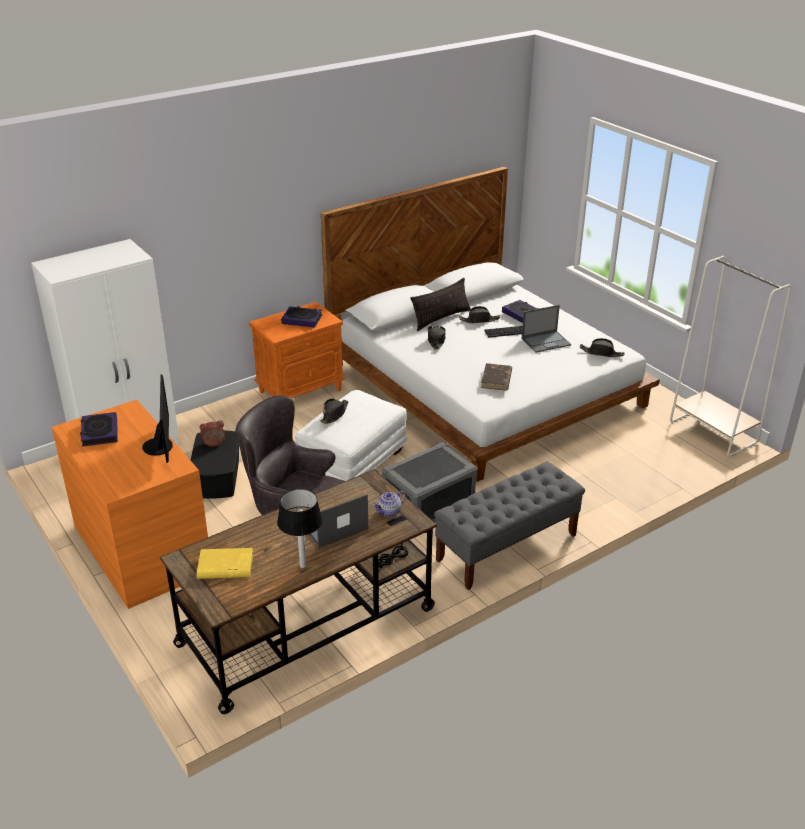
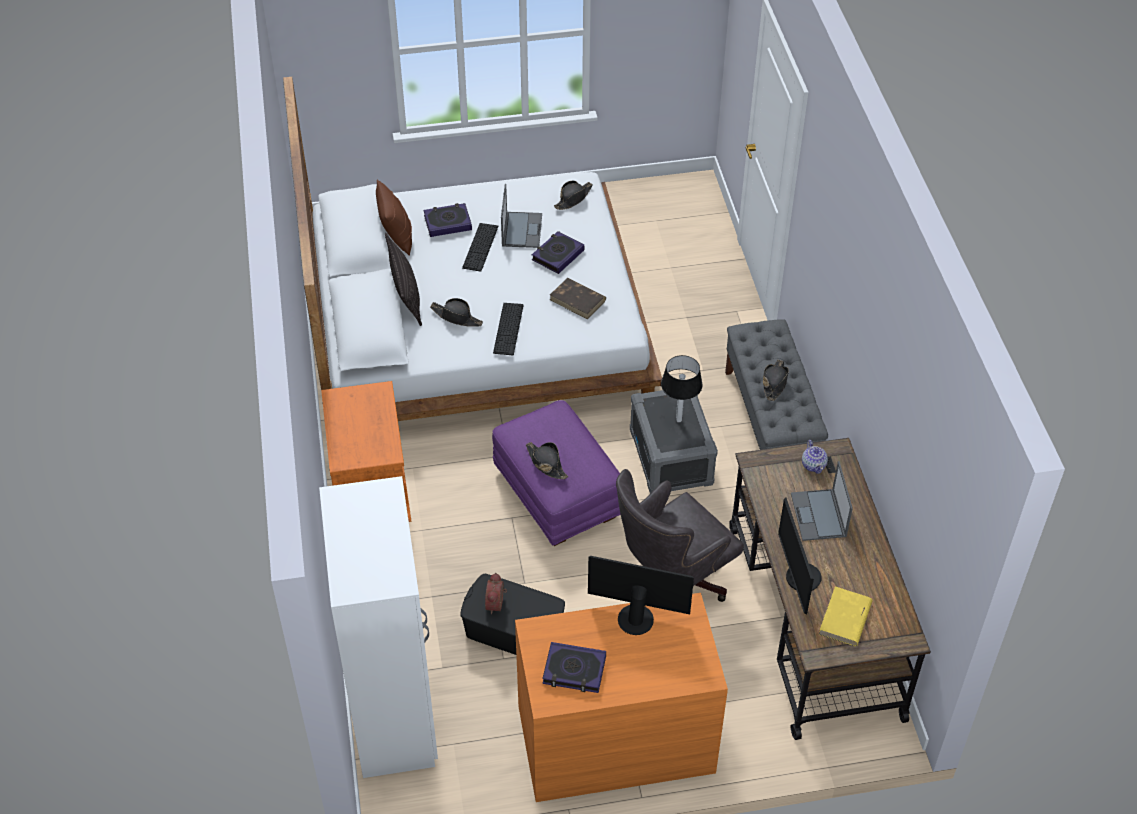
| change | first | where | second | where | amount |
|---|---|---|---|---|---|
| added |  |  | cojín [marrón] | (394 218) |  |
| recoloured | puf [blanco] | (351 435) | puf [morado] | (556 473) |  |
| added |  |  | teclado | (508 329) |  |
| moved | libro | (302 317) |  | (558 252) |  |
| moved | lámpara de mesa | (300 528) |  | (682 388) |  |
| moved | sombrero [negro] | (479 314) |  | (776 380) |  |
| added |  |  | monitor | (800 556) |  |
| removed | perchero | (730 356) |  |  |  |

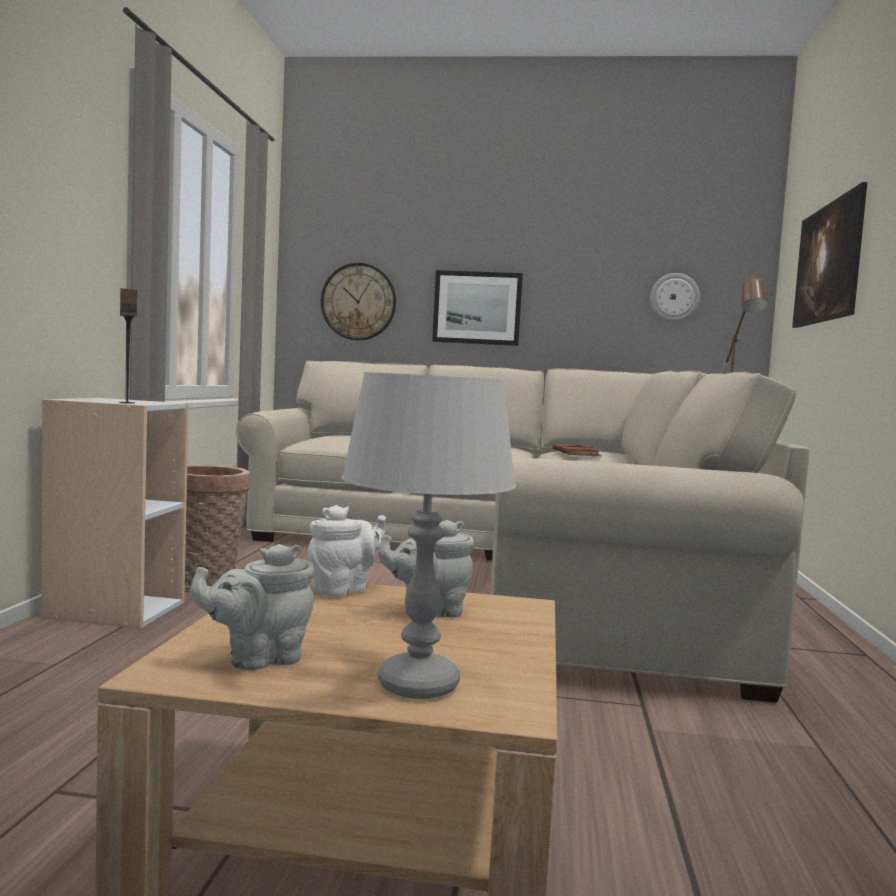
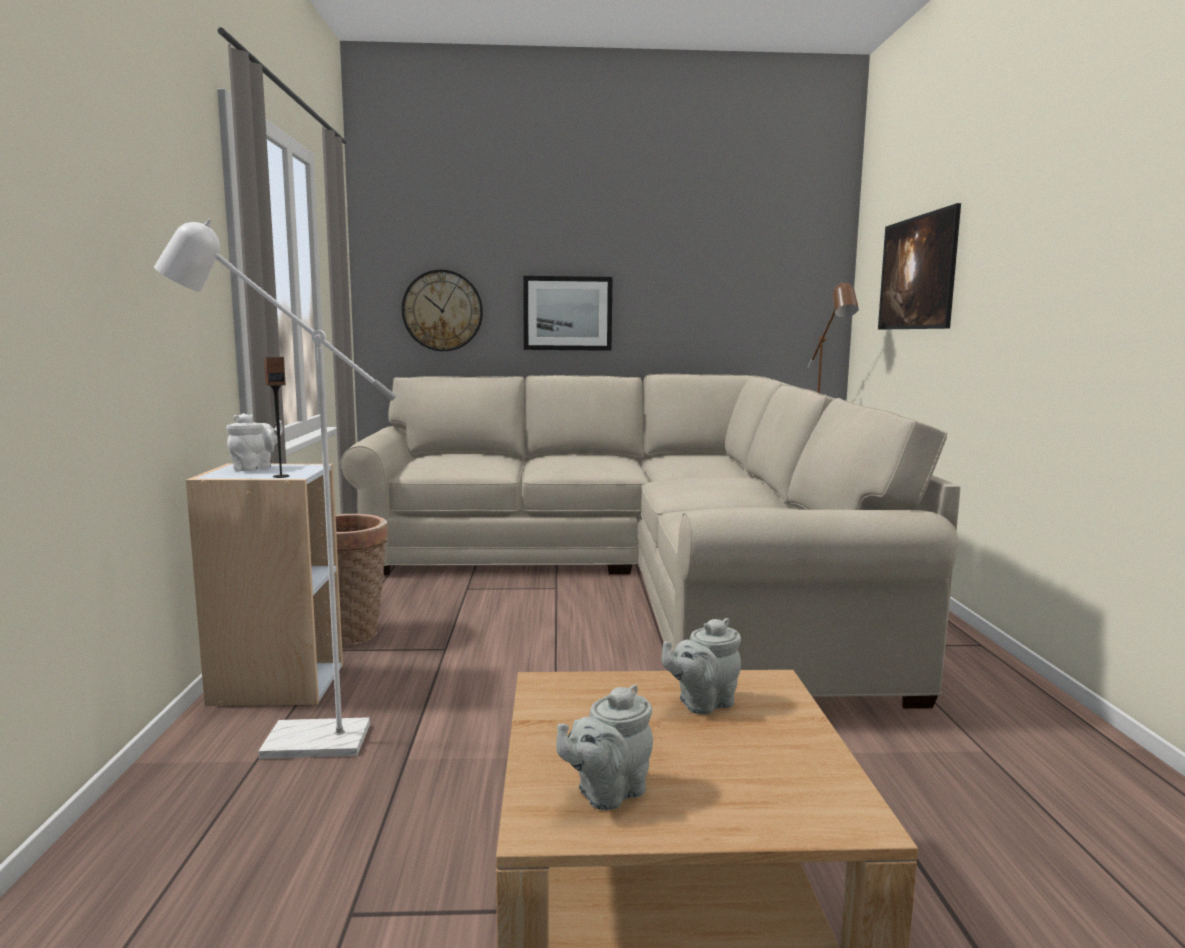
| change | first | where | second | where | amount |
|---|---|---|---|---|---|
| added |  |  | lámpara de pie [blanco] | (275 488) |  |
| moved | tetera [blanco] | (347 551) |  | (254 442) |  |
| removed | lámpara de mesa [gris] | (429 535) |  |  |  |
| removed | libro [marrón] | (577 450) |  |  |  |
| removed | reloj de pared | (675 297) |  |  |  |

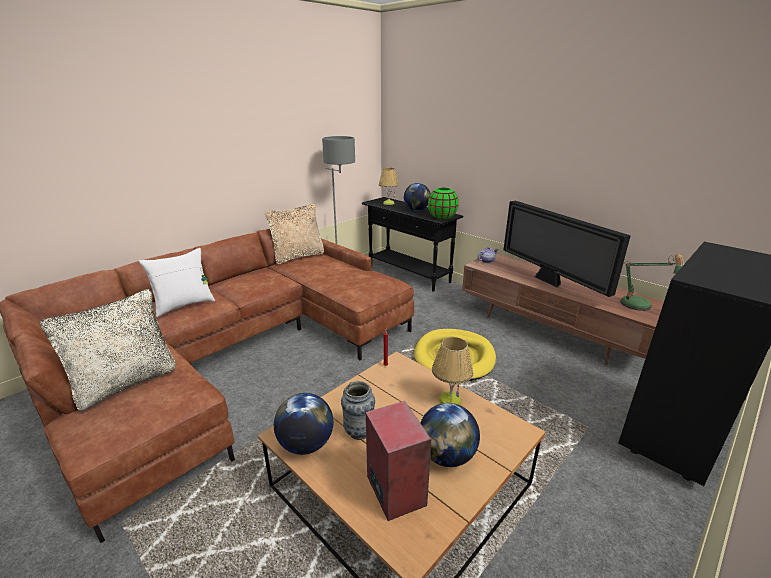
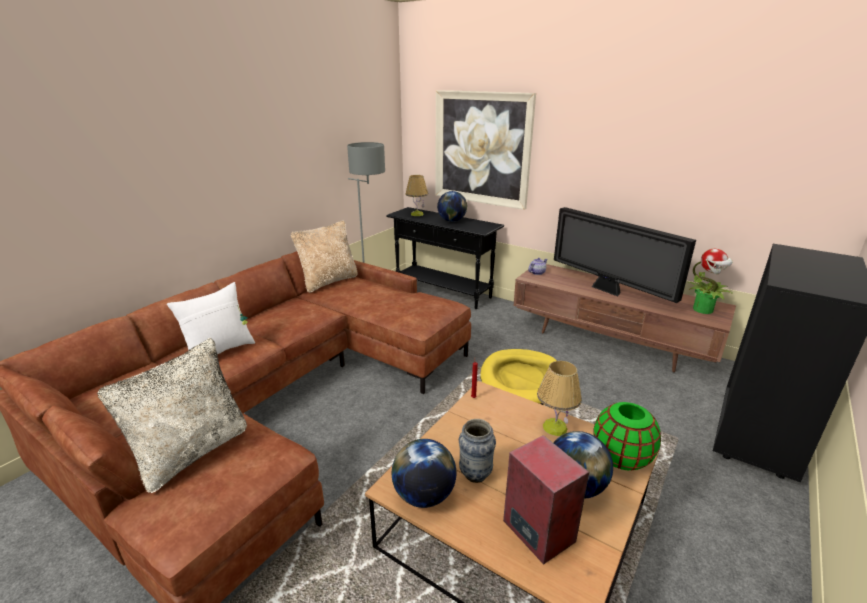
| change | first | where | second | where | amount |
|---|---|---|---|---|---|
| added |  |  | cuadro | (486 150) |  |
| moved | florero [verde] | (443 203) |  | (627 436) |  |
| replaced | lámpara de mesa | (652 282) | planta en maceta | (710 281) |  |

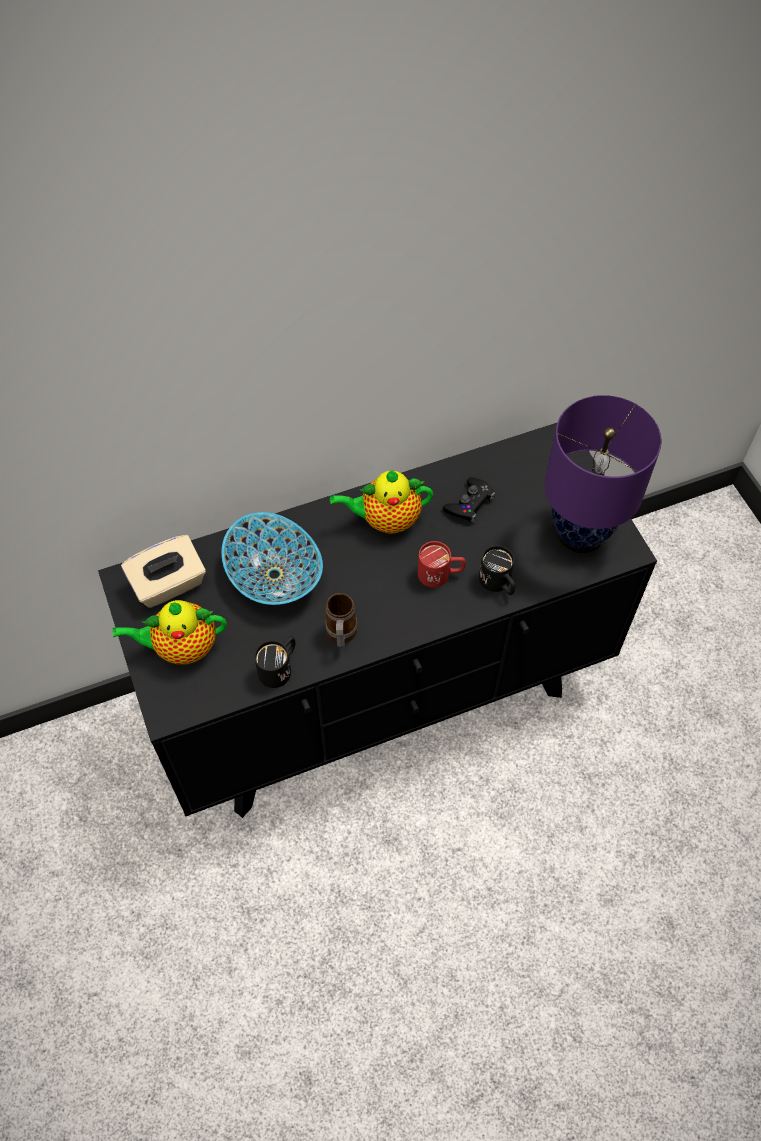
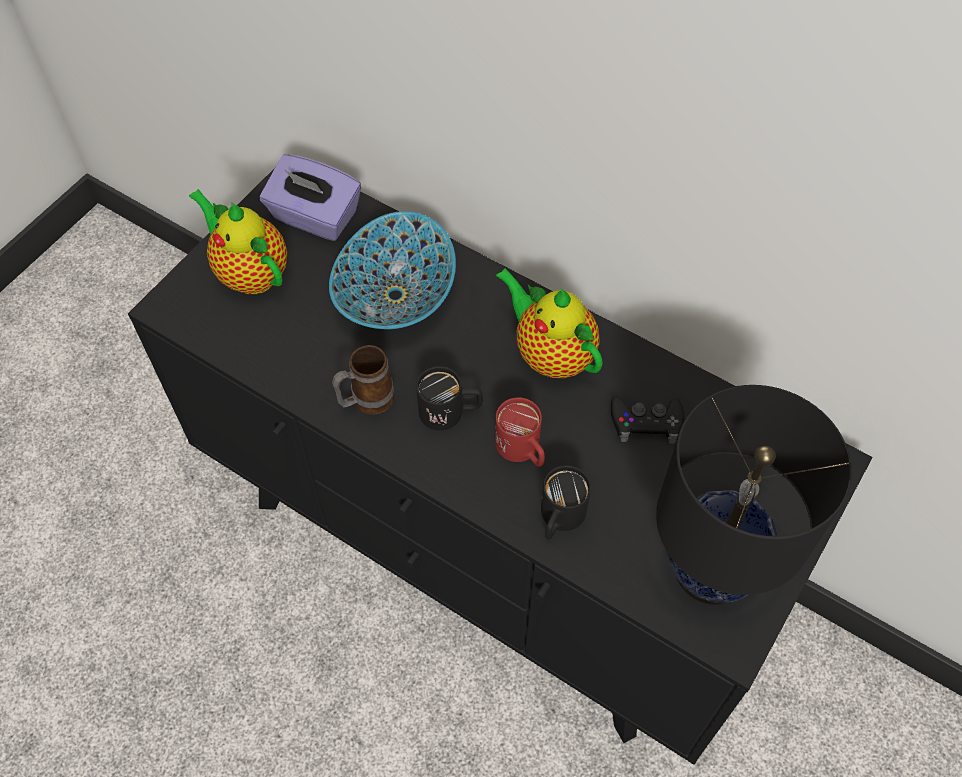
| change | first | where | second | where | amount |
|---|---|---|---|---|---|
| recoloured | caja de pañuelos [beis] | (163 571) | caja de pañuelos [morado] | (310 197) |  |
| moved | taza grande [negro] | (274 662) |  | (449 398) |  |
| recoloured | lámpara de mesa [morado] | (603 474) | lámpara de mesa [negro] | (754 495) |  |

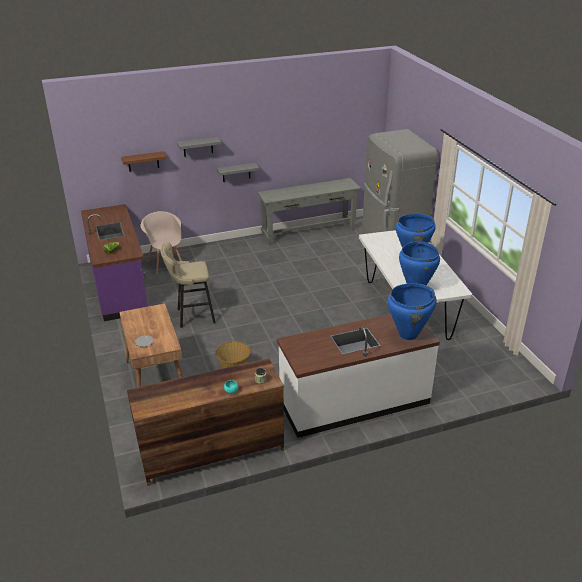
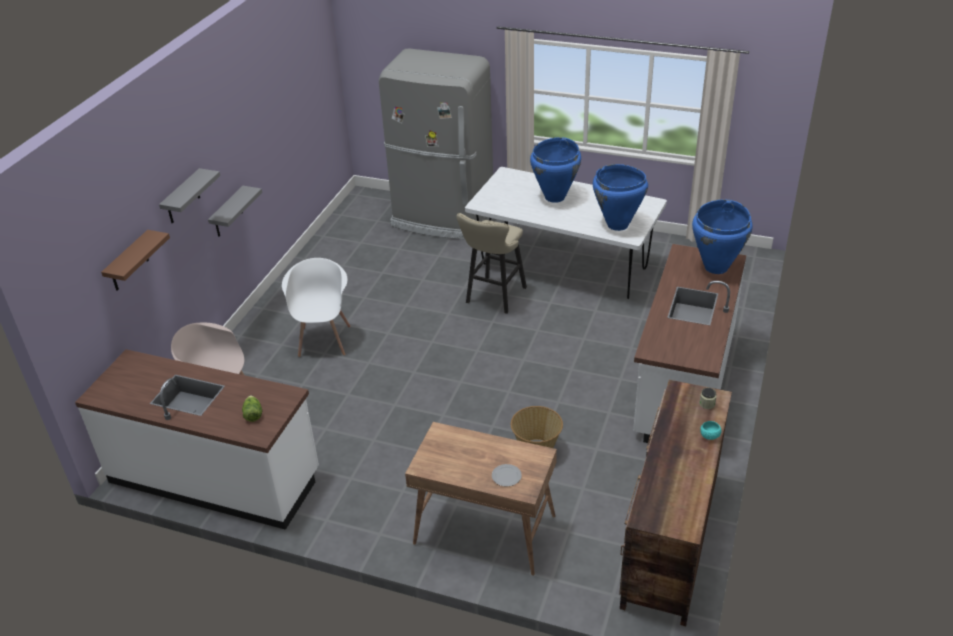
| change | first | where | second | where | amount |
|---|---|---|---|---|---|
| recoloured | mueble bajo de cocina [morado] | (114 262) | mueble bajo de cocina [blanco] | (197 439) |  |
| added |  |  | silla [blanco] | (316 307) |  |
| moved | taburete [beis] | (188 285) |  | (491 263) |  |
| removed | mesa consola [gris] | (309 211) |  |  |  |

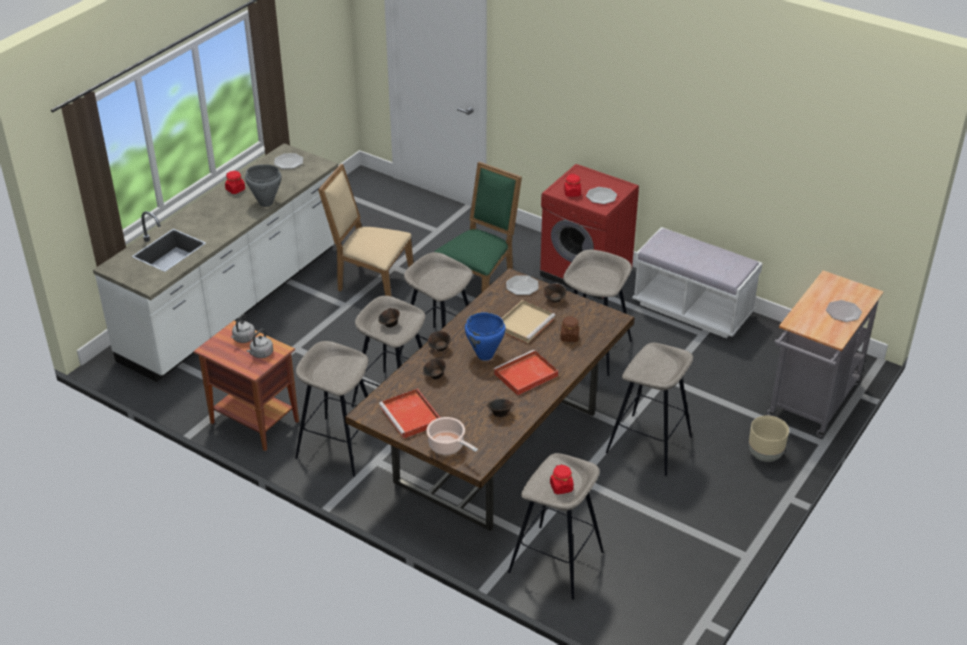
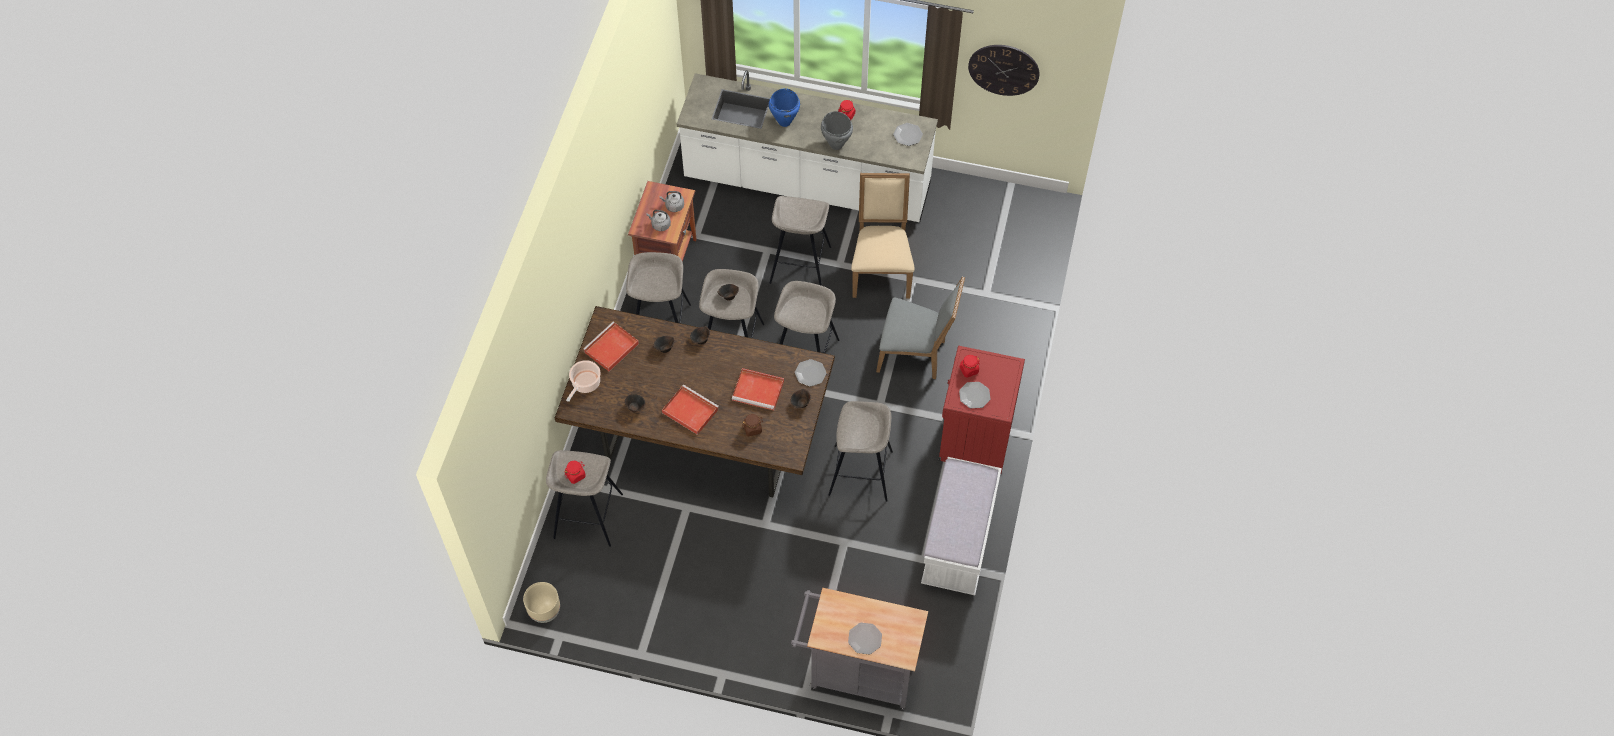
| change | first | where | second | where | amount |
|---|---|---|---|---|---|
| moved | maceta [beis] | (769 439) |  | (541 602) |  |
| recoloured | bandeja [beis] | (528 321) | bandeja [rojo] | (758 389) |  |
| moved | olla [azul] | (485 336) |  | (784 107) |  |
| moved | taburete [gris] | (649 409) |  | (800 241) |  |
| recoloured | silla [verde] | (478 227) | silla [gris] | (920 327) |  |
| added |  |  | reloj de pared | (1004 70) |  |

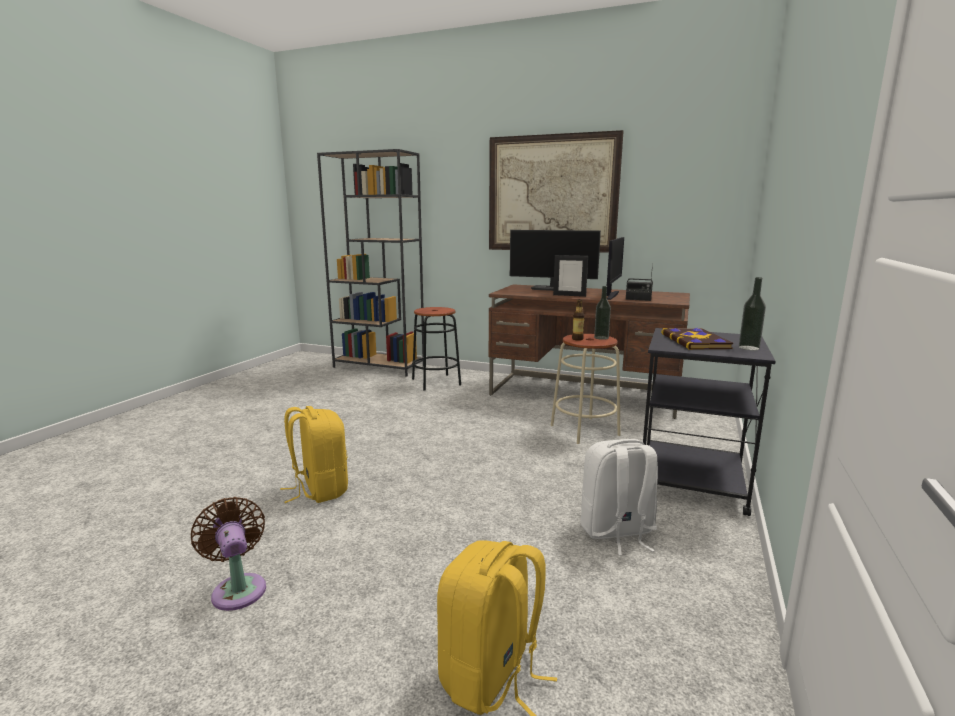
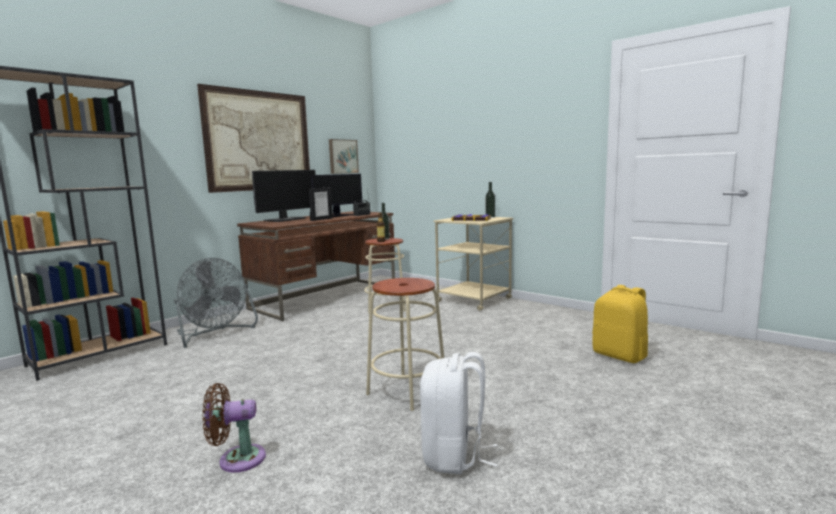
| change | first | where | second | where | amount |
|---|---|---|---|---|---|
| replaced | taburete [negro] | (436 348) | ventilador [gris] | (216 303) |  |
| moved | ventilador [marrón] | (228 554) |  | (234 428) |  |
| turned | monitor | (615 268) |  | (336 195) | 90 degrees clockwise |
| added |  |  | cuadro | (344 156) |  |
| replaced | mochila [amarillo] | (314 454) | taburete [beis] | (405 344) |  |
| moved | mochila [blanco] | (619 497) |  | (459 413) |  |
| recoloured | carrito [negro] | (709 422) | carrito [beis] | (474 264) |  |

